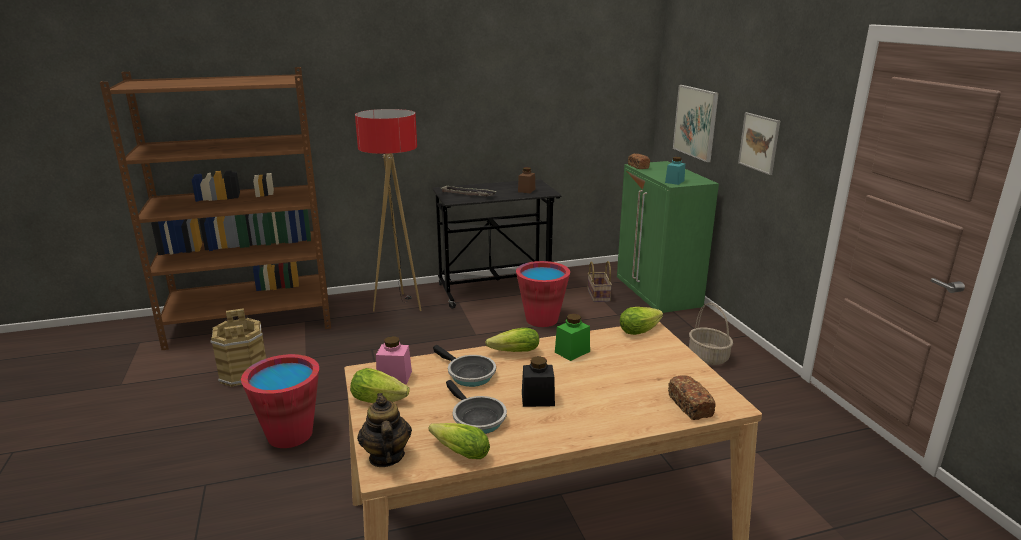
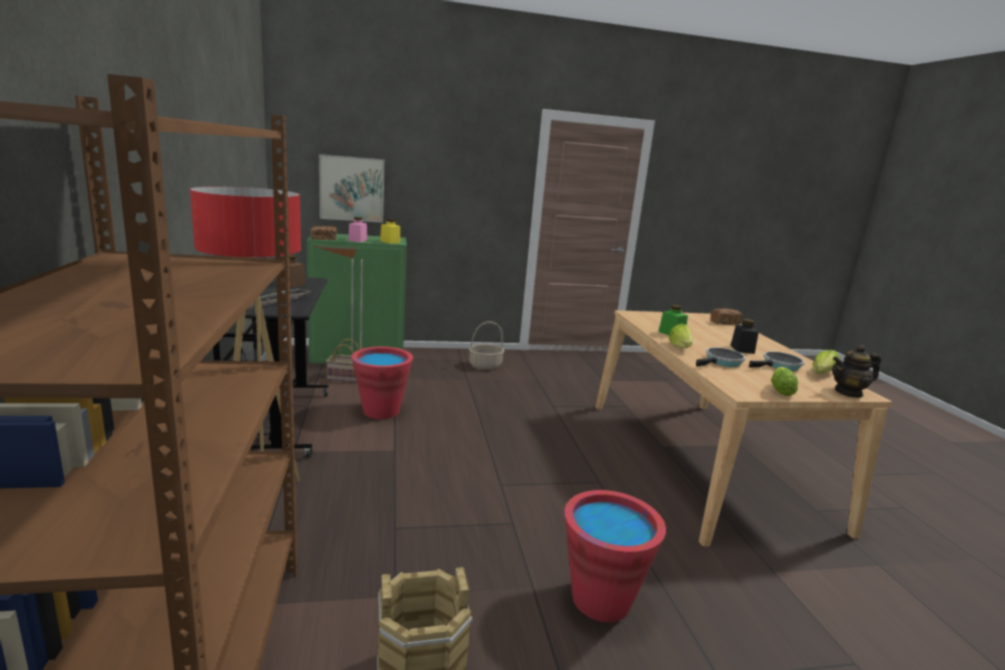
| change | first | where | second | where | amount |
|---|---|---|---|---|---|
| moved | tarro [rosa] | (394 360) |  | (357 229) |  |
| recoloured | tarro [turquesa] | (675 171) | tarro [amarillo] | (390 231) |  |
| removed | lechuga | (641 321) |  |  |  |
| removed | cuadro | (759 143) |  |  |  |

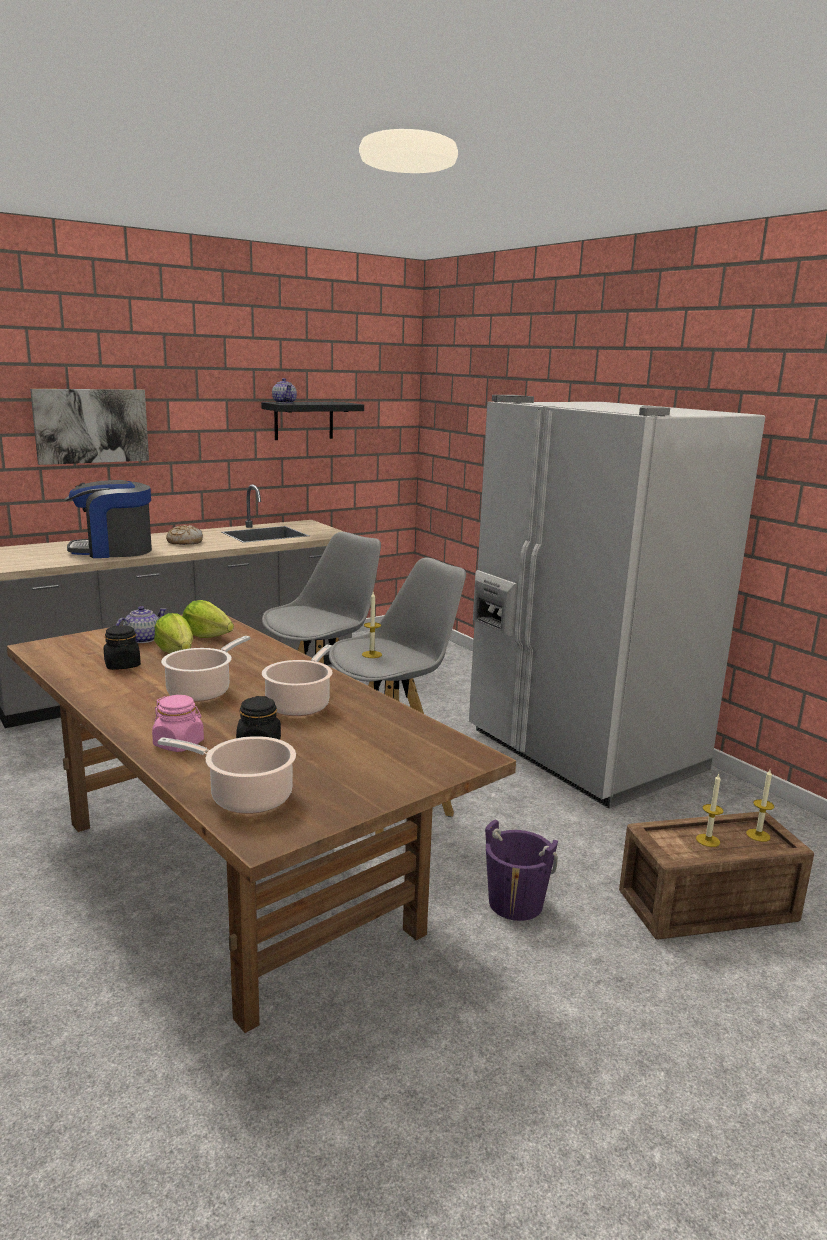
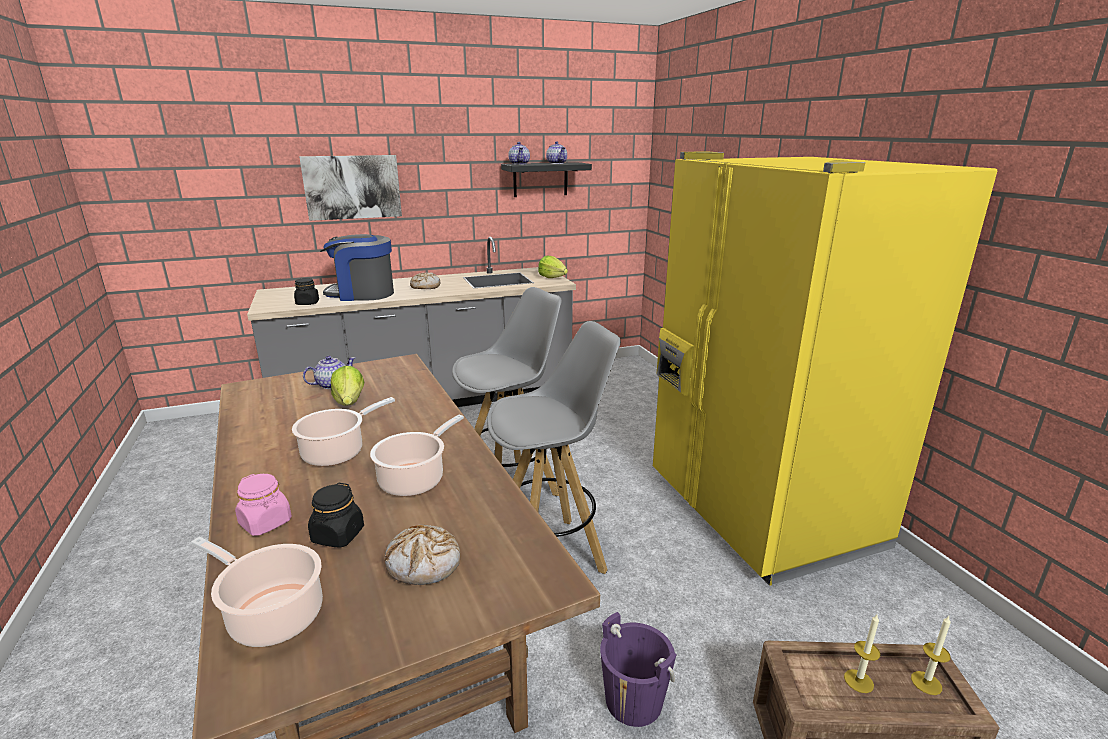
| change | first | where | second | where | amount |
|---|---|---|---|---|---|
| moved | tarro [negro] | (122 647) |  | (306 291) |  |
| added |  |  | pan | (422 554) |  |
| moved | lechuga | (208 619) |  | (553 267) |  |
| added |  |  | tetera | (556 152) |  |
| recoloured | nevera [blanco] | (617 602) | nevera [amarillo] | (825 368) |  |
| removed | vela | (372 625) |  |  |  |

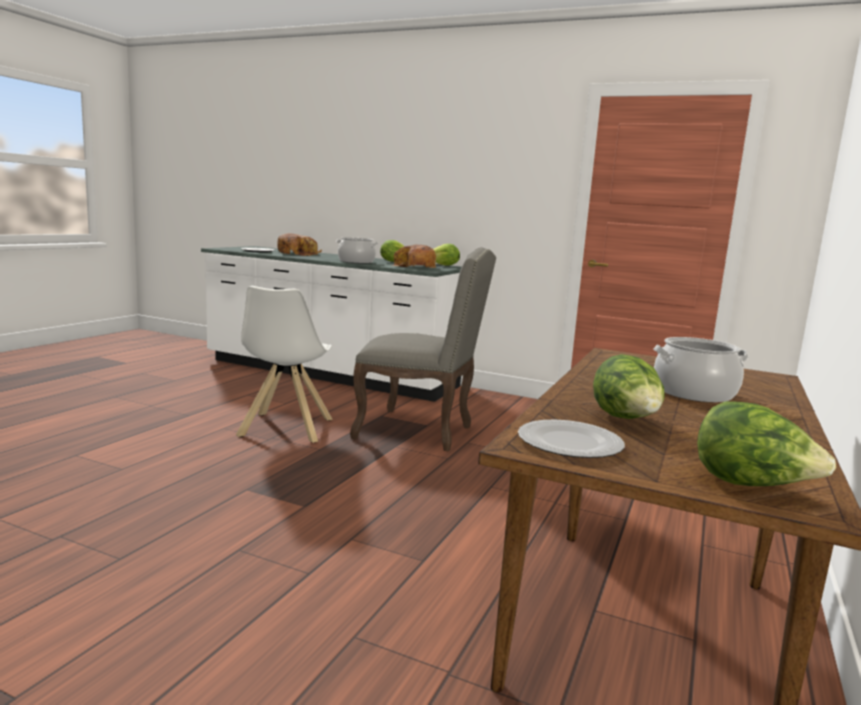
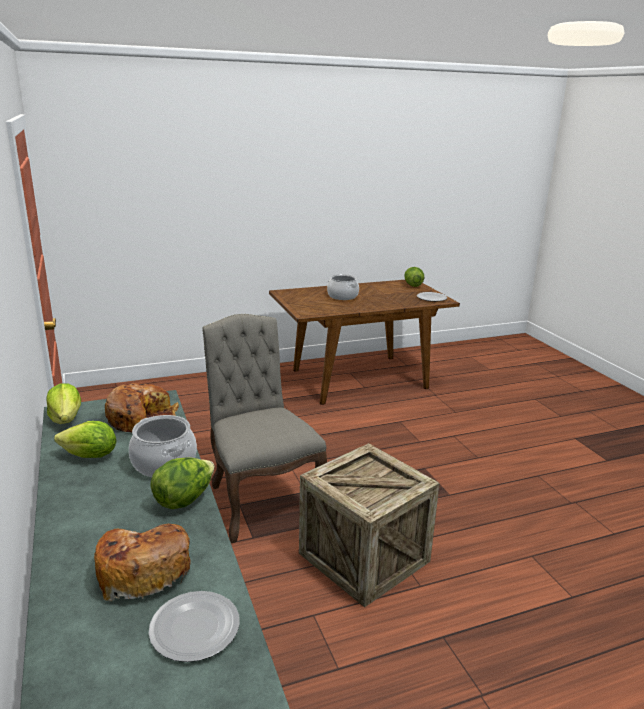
| change | first | where | second | where | amount |
|---|---|---|---|---|---|
| moved | lechuga | (629 386) |  | (182 483) |  |
| replaced | silla [blanco] | (284 364) | caja de embalaje | (369 525) |  |

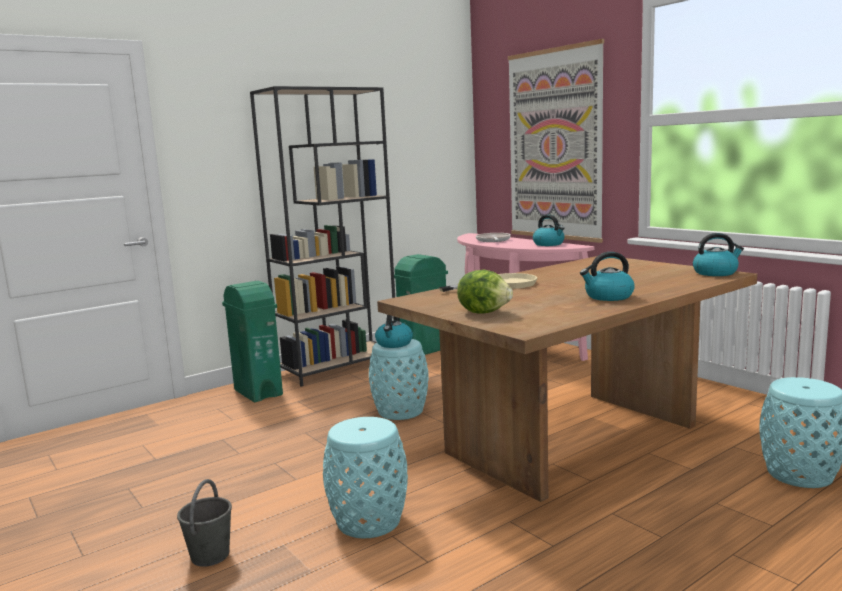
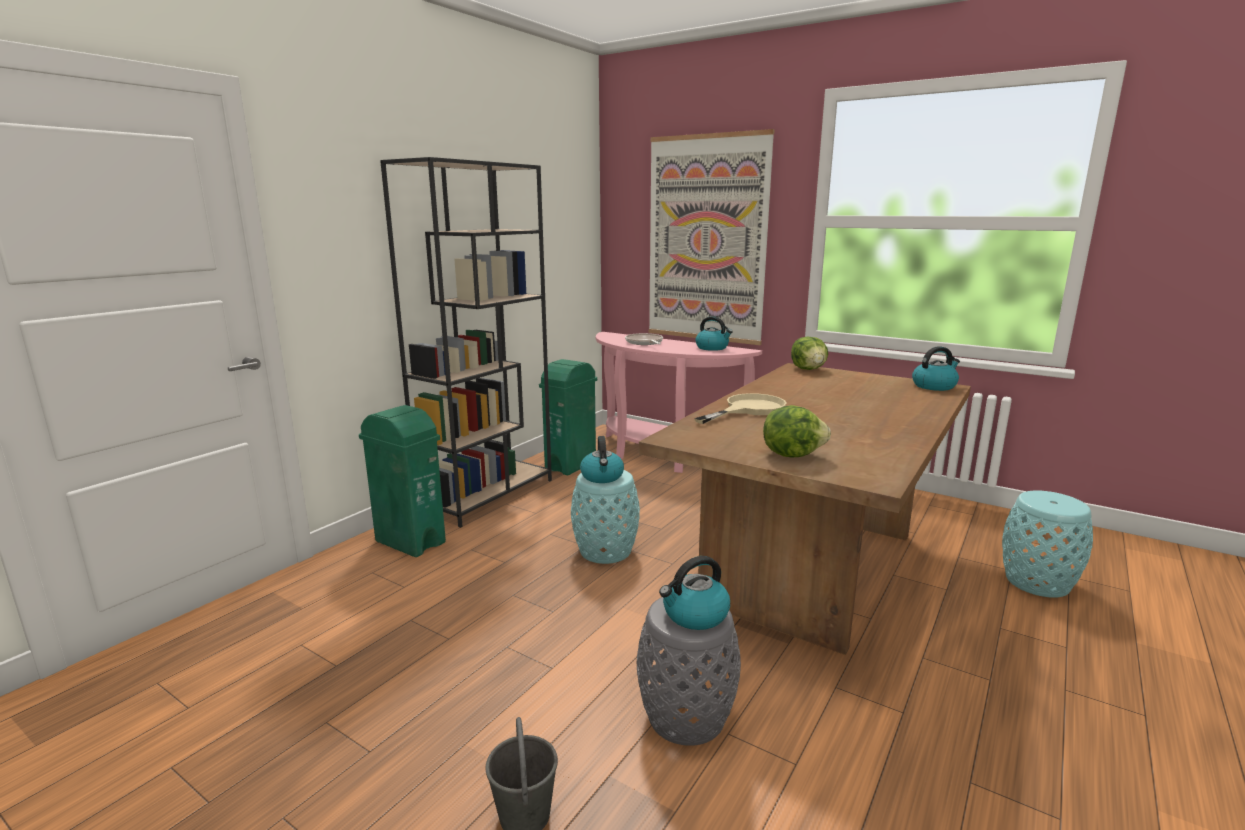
| change | first | where | second | where | amount |
|---|---|---|---|---|---|
| recoloured | taburete [turquesa] | (365 477) | taburete [gris] | (689 671) |  |
| moved | hervidor | (607 276) |  | (694 593) |  |
| added |  |  | lechuga | (809 353) |  |

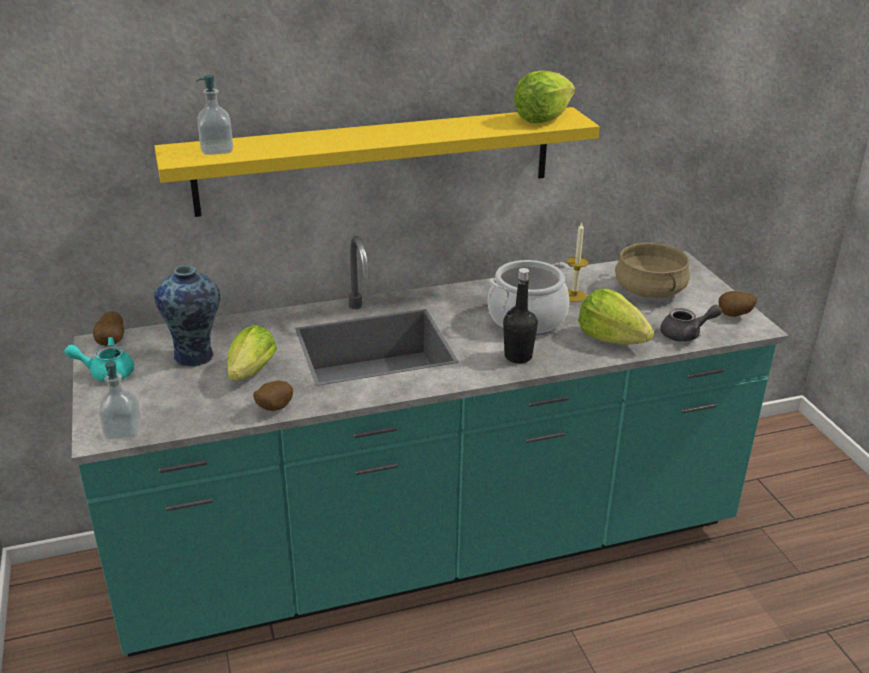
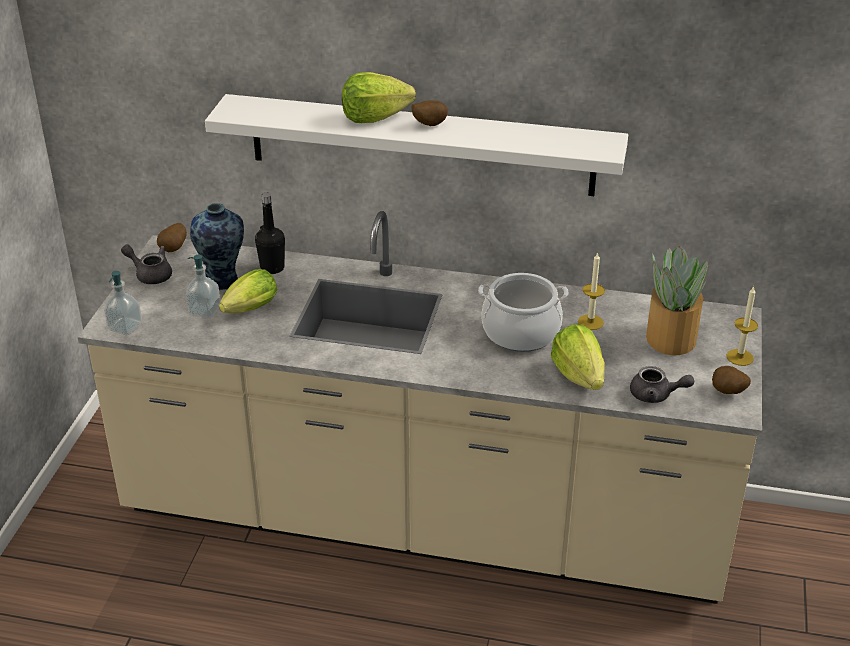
| change | first | where | second | where | amount |
|---|---|---|---|---|---|
| recoloured | mueble bajo de cocina [turquesa] | (430 446) | mueble bajo de cocina [beis] | (420 407) |  |
| recoloured | tetera [turquesa] | (99 359) | tetera [gris] | (146 264) |  |
| moved | dispensador de jabón | (214 115) |  | (203 286) |  |
| recoloured | estante [amarillo] | (377 162) | estante [blanco] | (416 145) |  |
| moved | botella [negro] | (520 316) |  | (270 233) |  |
| moved | lechuga | (544 97) |  | (379 97) |  |
| moved | patata | (273 395) |  | (429 113) |  |
| replaced | olla [beis] | (652 270) | planta en maceta | (677 300) |  |
| added |  |  | vela | (742 326) |  |

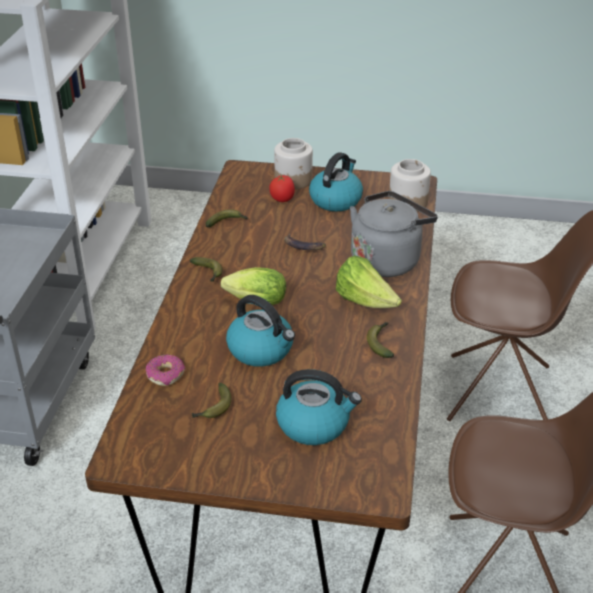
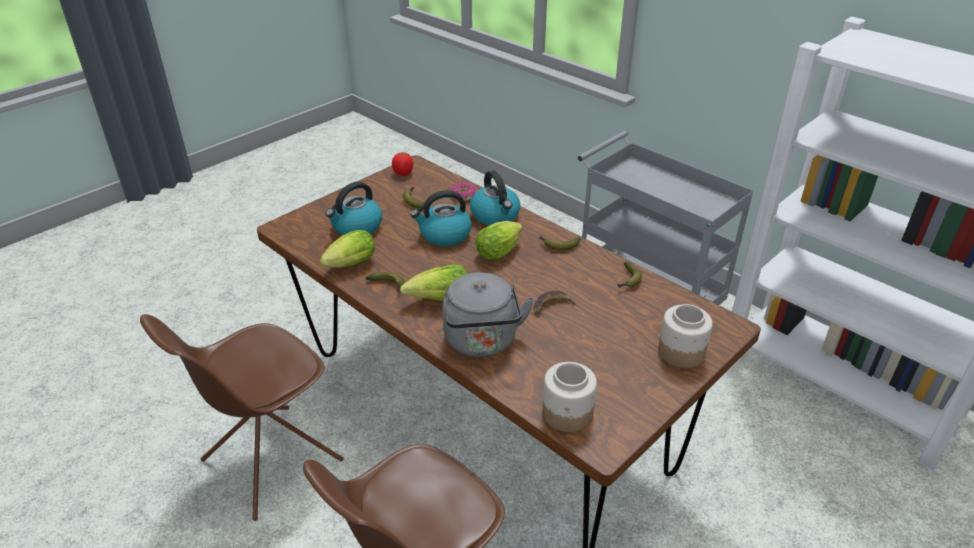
| change | first | where | second | where | amount |
|---|---|---|---|---|---|
| added |  |  | lechuga | (347 249) |  |
| moved | tomate | (282 188) |  | (402 164) |  |
| moved | hervidor | (336 181) |  | (495 198) |  |

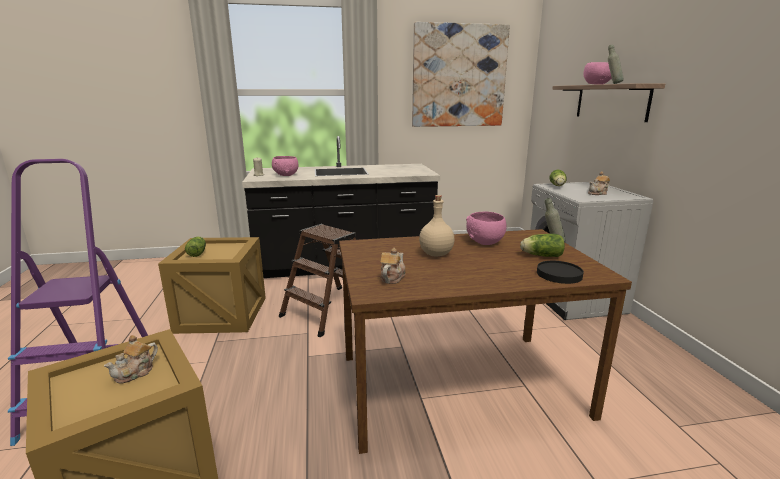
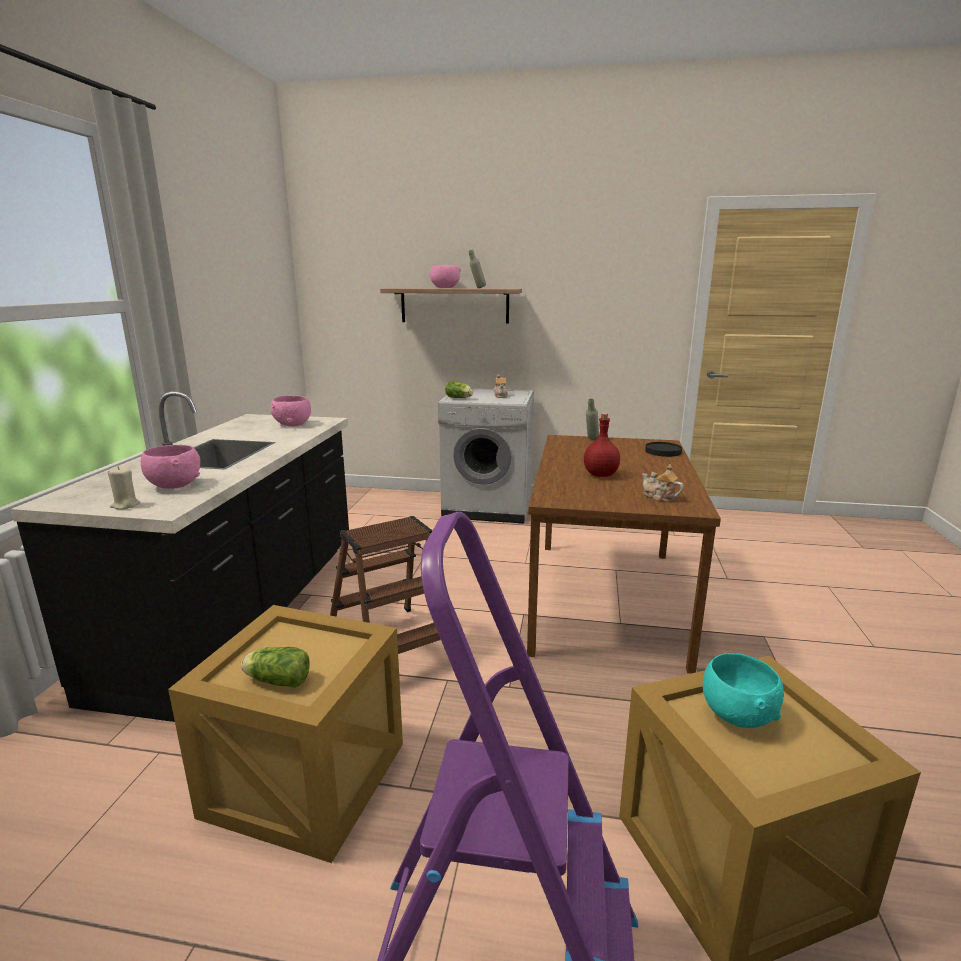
| change | first | where | second | where | amount |
|---|---|---|---|---|---|
| moved | cuenco [rosa] | (486 228) |  | (291 411) |  |
| recoloured | botella [beis] | (436 226) | botella [rojo] | (602 445) |  |
| replaced | tetera | (131 359) | cuenco [turquesa] | (743 690) |  |
| removed | cuadro | (461 74) |  |  |  |
| removed | lechuga | (542 245) |  |  |  |

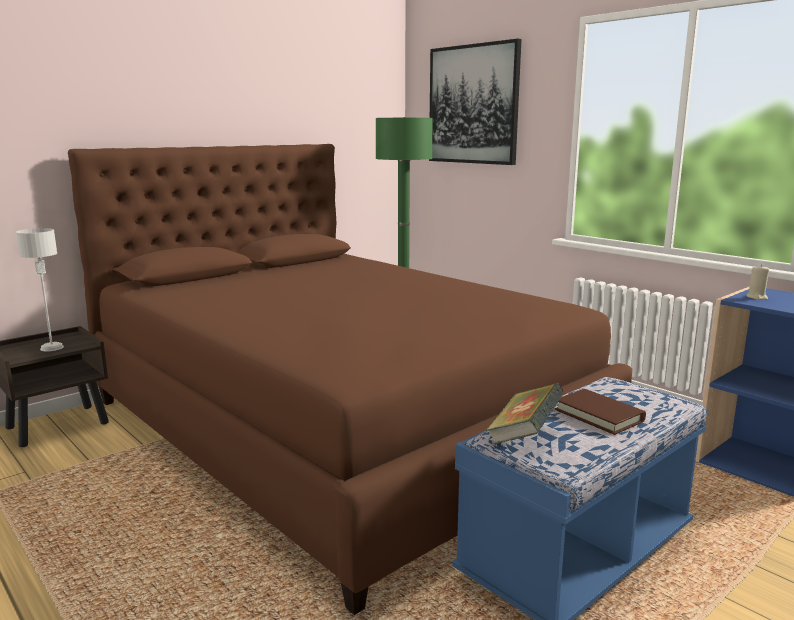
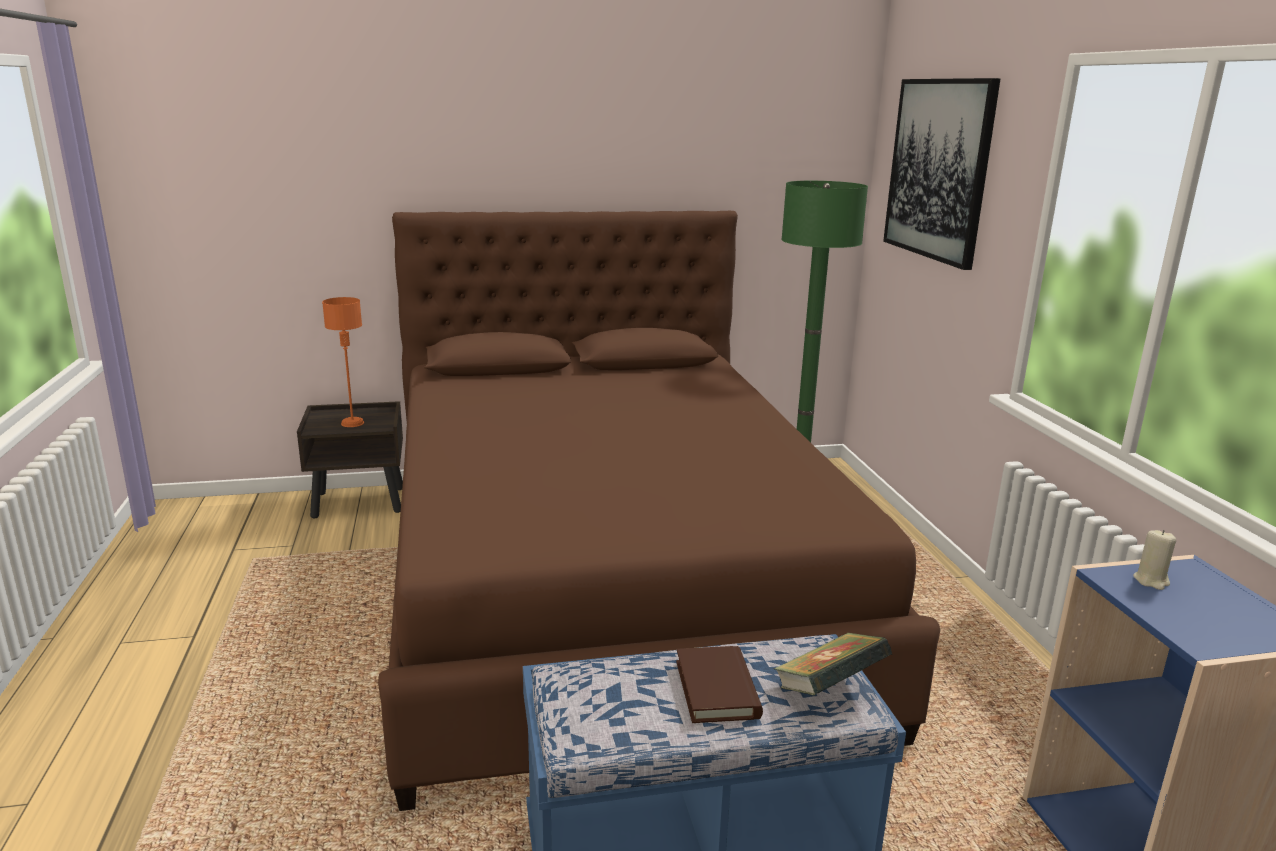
| change | first | where | second | where | amount |
|---|---|---|---|---|---|
| recoloured | lámpara de mesa [gris] | (40 290) | lámpara de mesa [naranja] | (343 362) |  |
| moved | libro | (525 413) |  | (833 664) |  |

